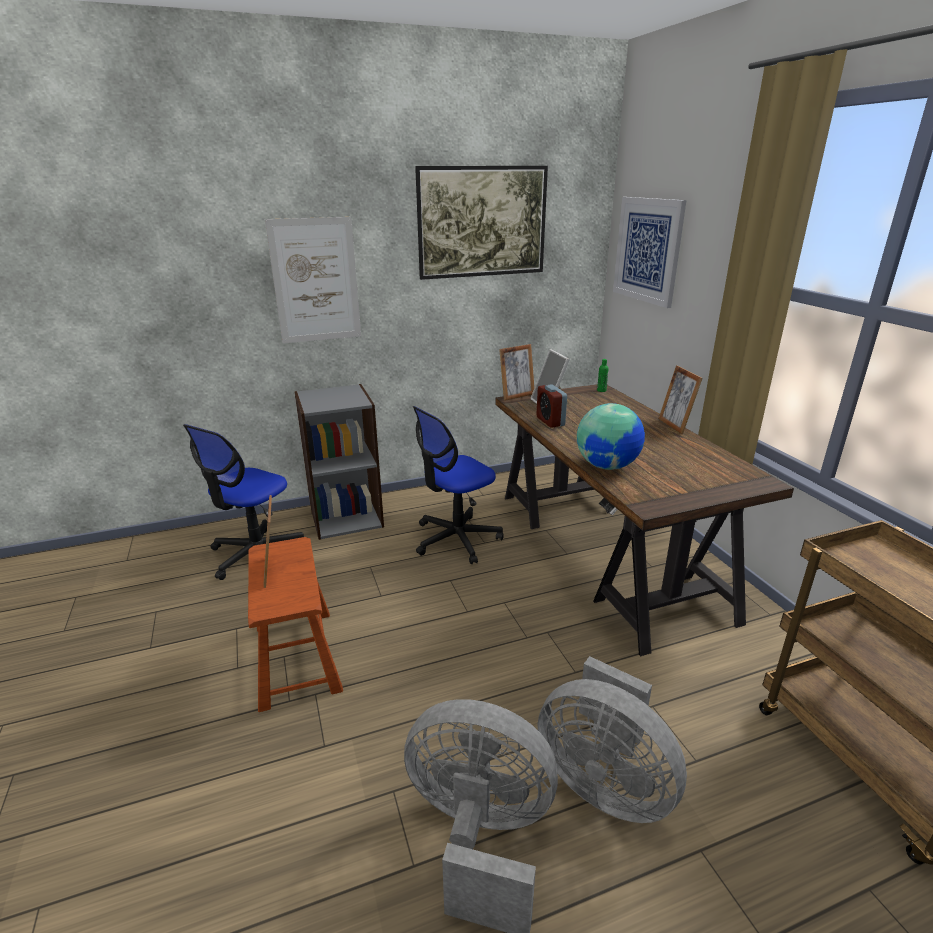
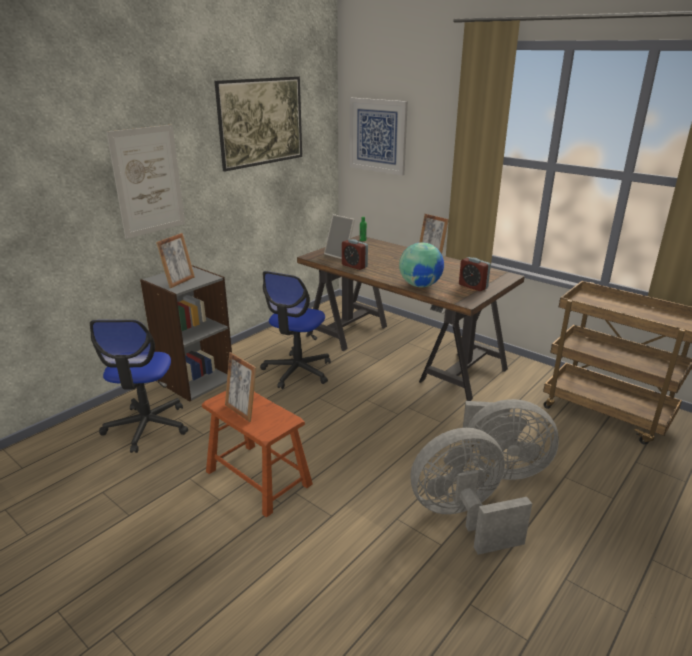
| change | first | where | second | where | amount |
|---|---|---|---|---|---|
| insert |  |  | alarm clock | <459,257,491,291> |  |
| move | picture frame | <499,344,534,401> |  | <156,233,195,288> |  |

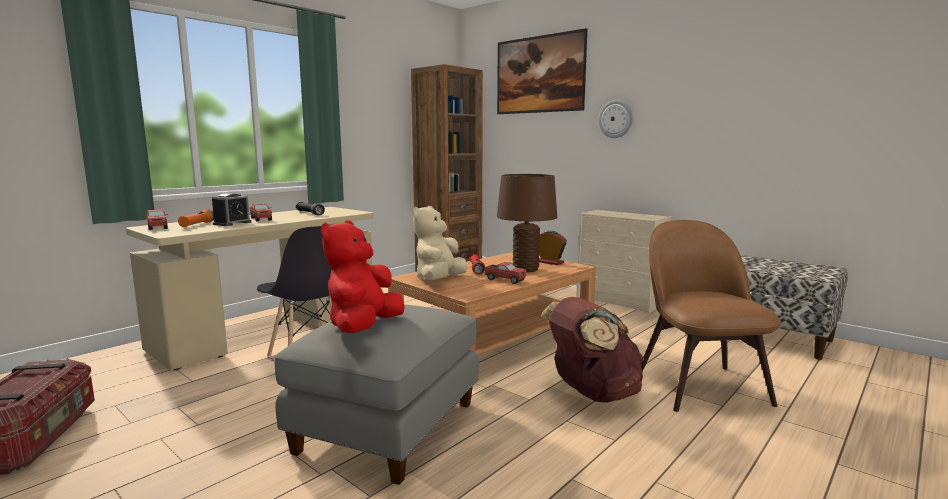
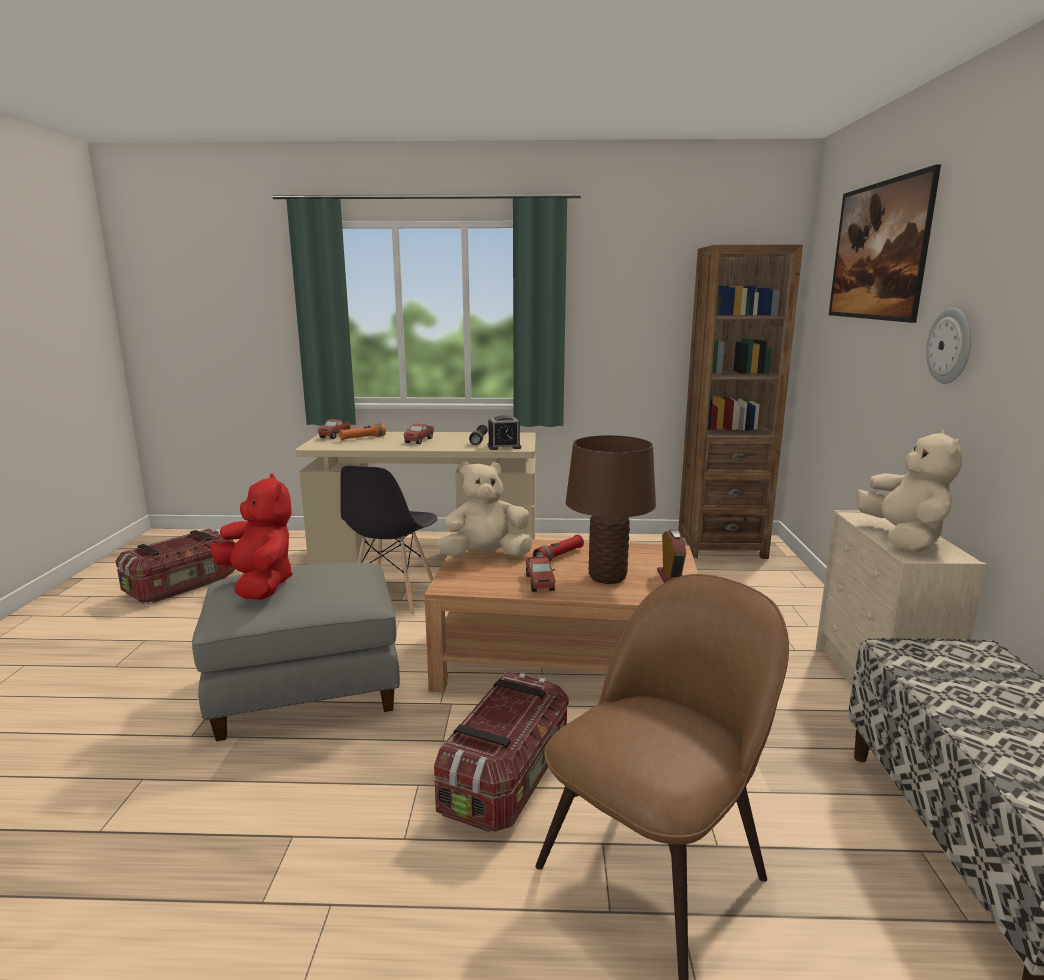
| change | first | where | second | where | amount |
|---|---|---|---|---|---|
| insert |  |  | beige plush toy | <856,430,962,552> |  |
| move | alarm clock | <212,193,251,226> |  | <487,415,521,450> |  |
| replace | brown backpack | <541,297,644,403> | storage box | <434,671,569,832> |  |
| rotate | red plush toy | <321,220,405,333> |  | <211,473,293,600> | 75 degrees clockwise |

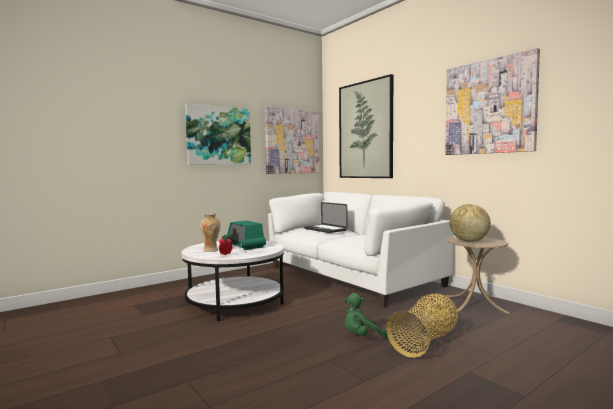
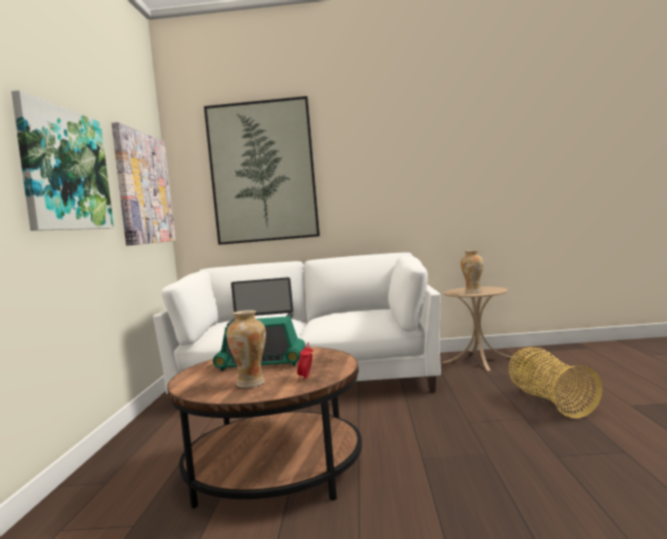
| change | first | where | second | where | amount |
|---|---|---|---|---|---|
| delete | green plush toy | <344,293,387,338> |  |  |  |
| delete | picture | <445,48,540,155> |  |  |  |
| replace | globe | <449,204,491,242> | vase | <461,250,484,293> |  |
| recolor | white coffee table | <181,241,285,321> | brown coffee table | <167,347,362,509> |  |

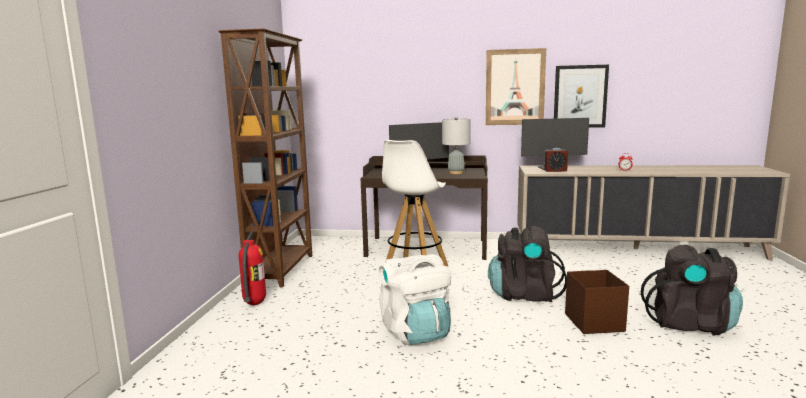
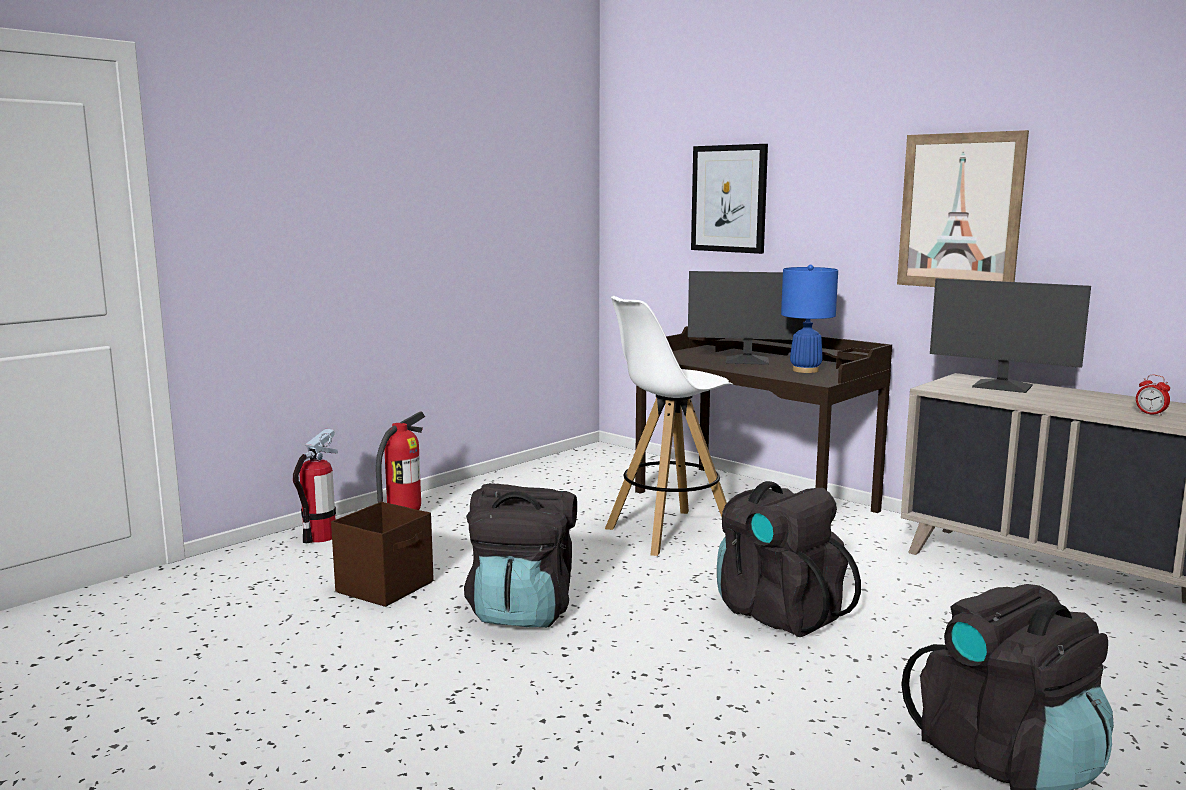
| change | first | where | second | where | amount |
|---|---|---|---|---|---|
| delete | brown bookcase | <219,28,312,287> |  |  |  |
| delete | alarm clock | <544,148,568,172> |  |  |  |
| insert |  |  | fire extinguisher | <293,429,338,544> |  |
| move | picture | <554,65,609,128> |  | <691,144,768,254> |  |
| move | brown storage box | <565,270,629,334> |  | <331,502,433,607> |  |
| recolor | white backpack | <379,254,451,345> | black backpack | <464,483,577,628> |  |
| recolor | grey table lamp | <442,117,471,174> | blue table lamp | <781,265,838,373> |  |

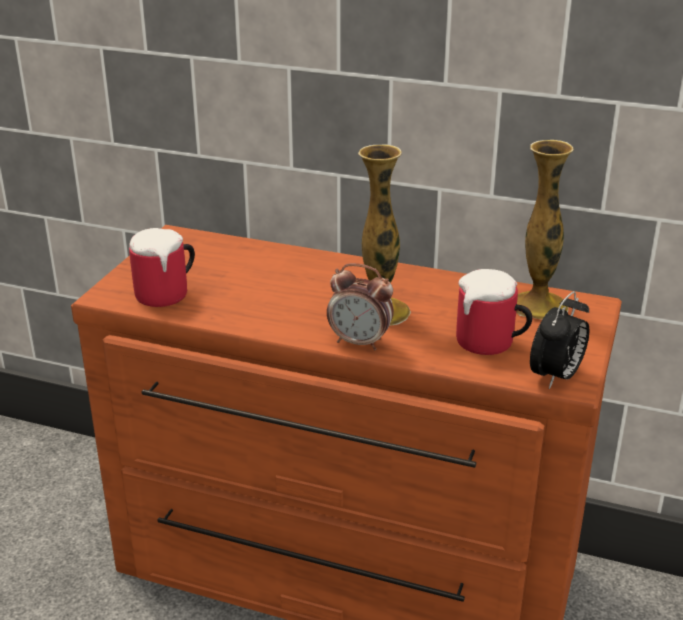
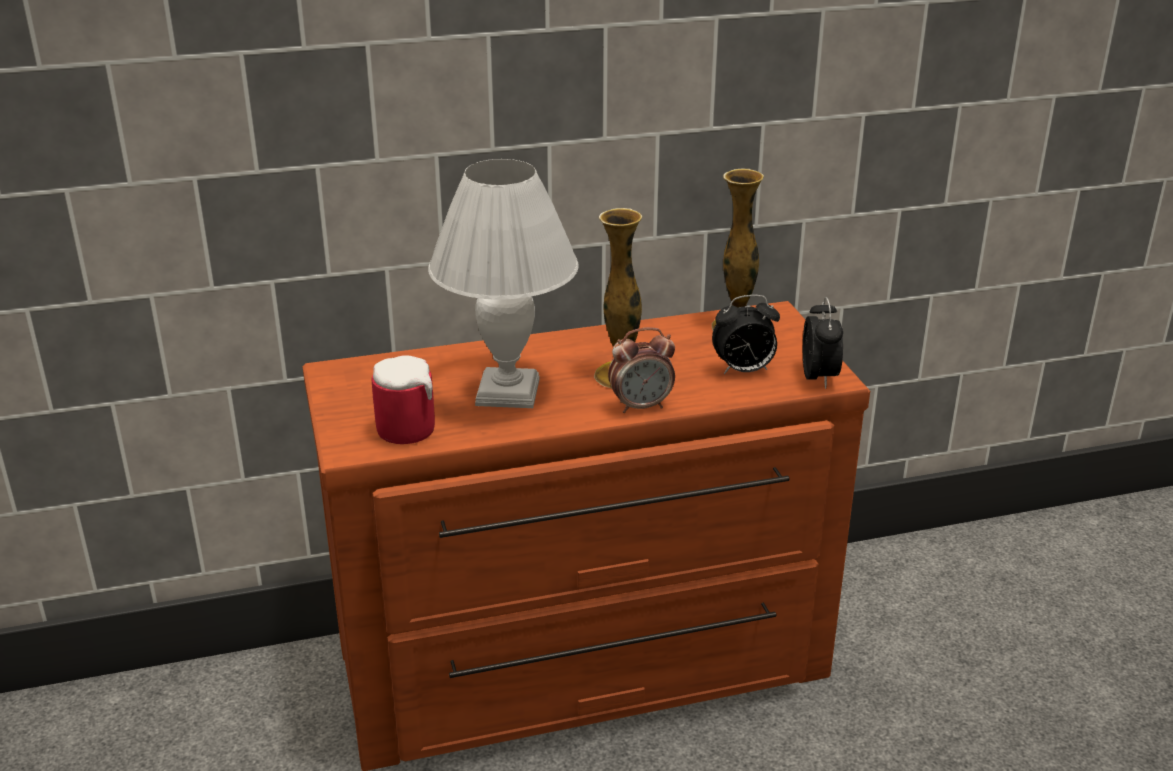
| change | first | where | second | where | amount |
|---|---|---|---|---|---|
| insert |  |  | white table lamp | <428,159,579,408> |  |
| replace | mug | <456,269,532,355> | alarm clock | <712,295,780,374> |  |

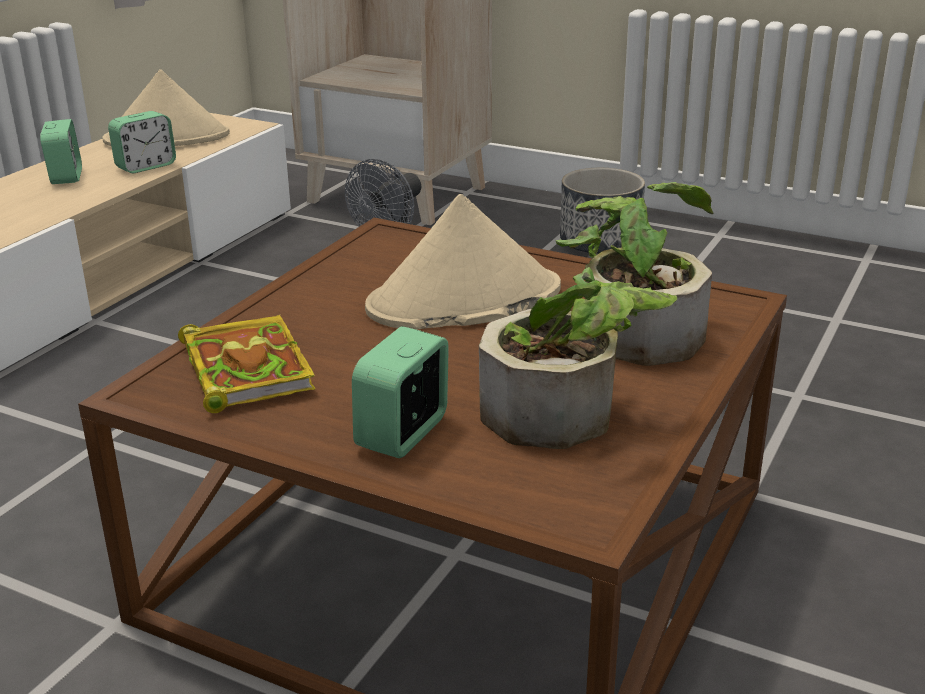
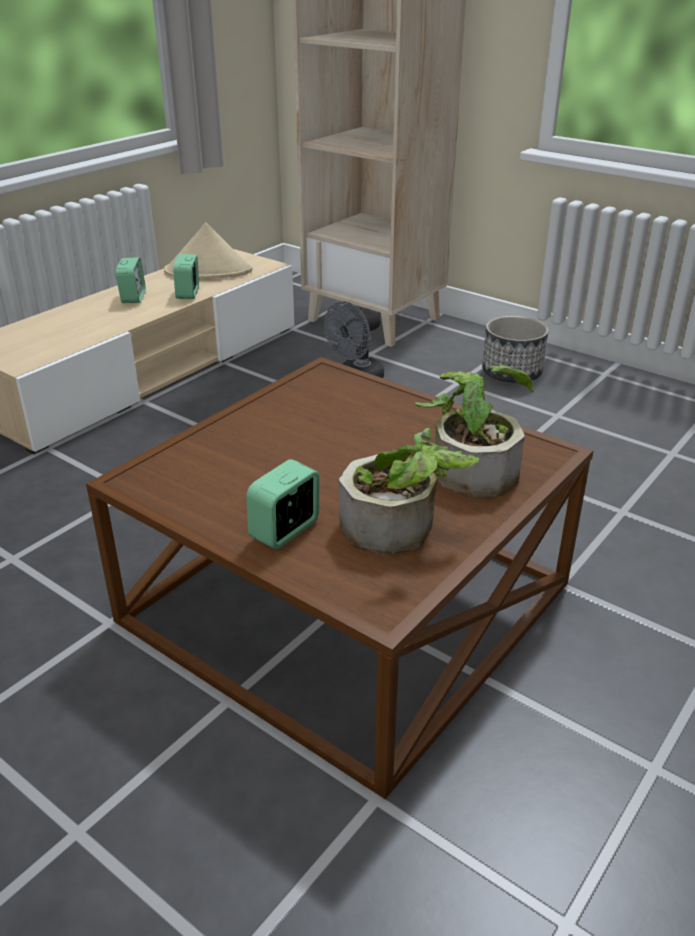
| change | first | where | second | where | amount |
|---|---|---|---|---|---|
| delete | book | <178,315,315,413> |  |  |  |
| delete | beige hat | <365,194,561,329> |  |  |  |
| rotate | alarm clock | <108,111,176,173> |  | <173,254,199,299> | 120 degrees clockwise |

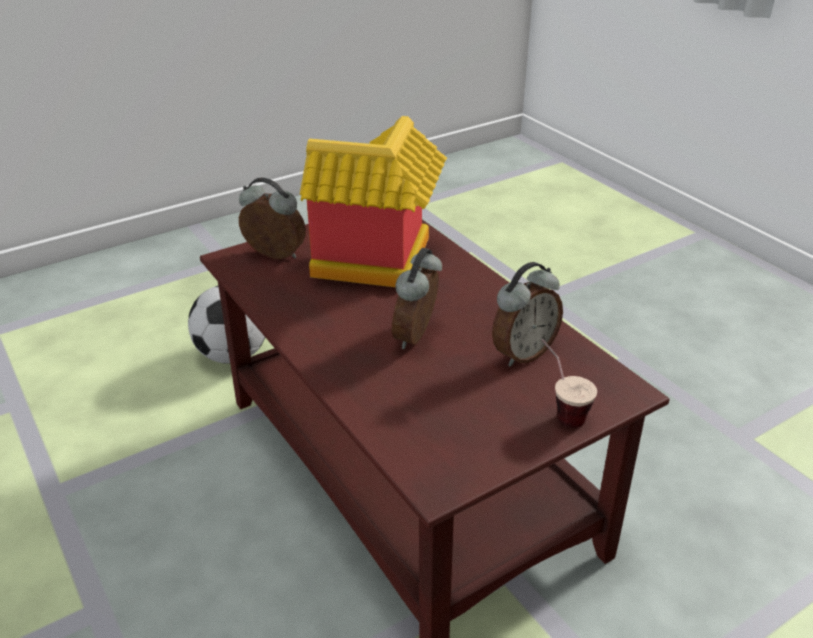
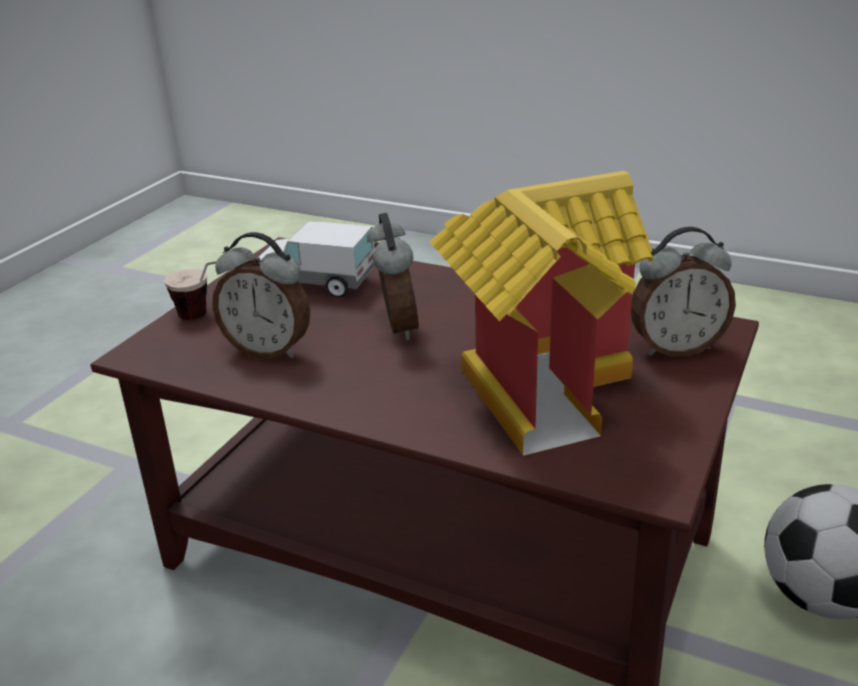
| change | first | where | second | where | amount |
|---|---|---|---|---|---|
| insert |  |  | toy truck | <259,221,374,298> |  |
| rotate | alarm clock | <492,262,563,367> |  | <212,232,310,359> | 90 degrees counterclockwise |

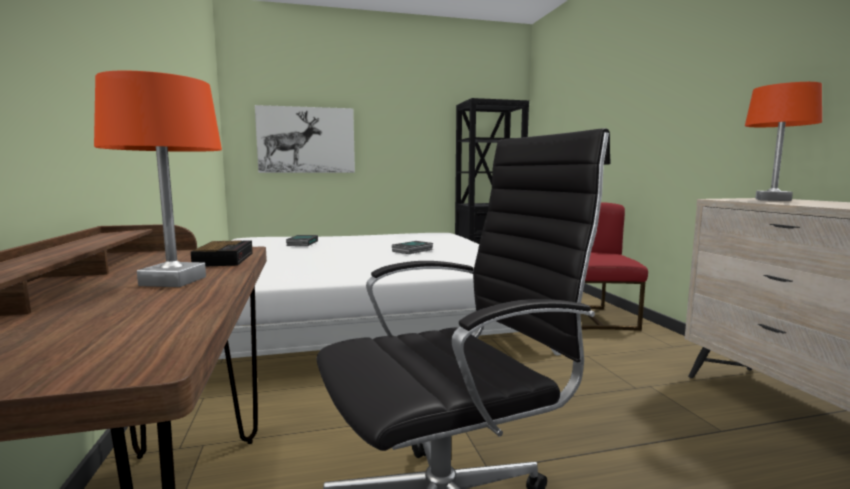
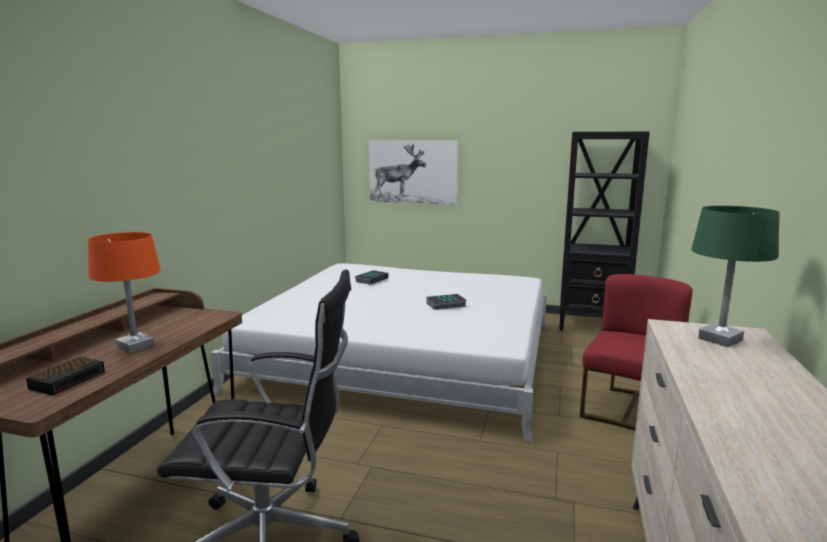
| change | first | where | second | where | amount |
|---|---|---|---|---|---|
| move | alarm clock | <191,240,253,267> |  | <26,357,105,395> |  |
| recolor | orange table lamp | <745,82,822,201> | green table lamp | <692,206,780,347> |  |

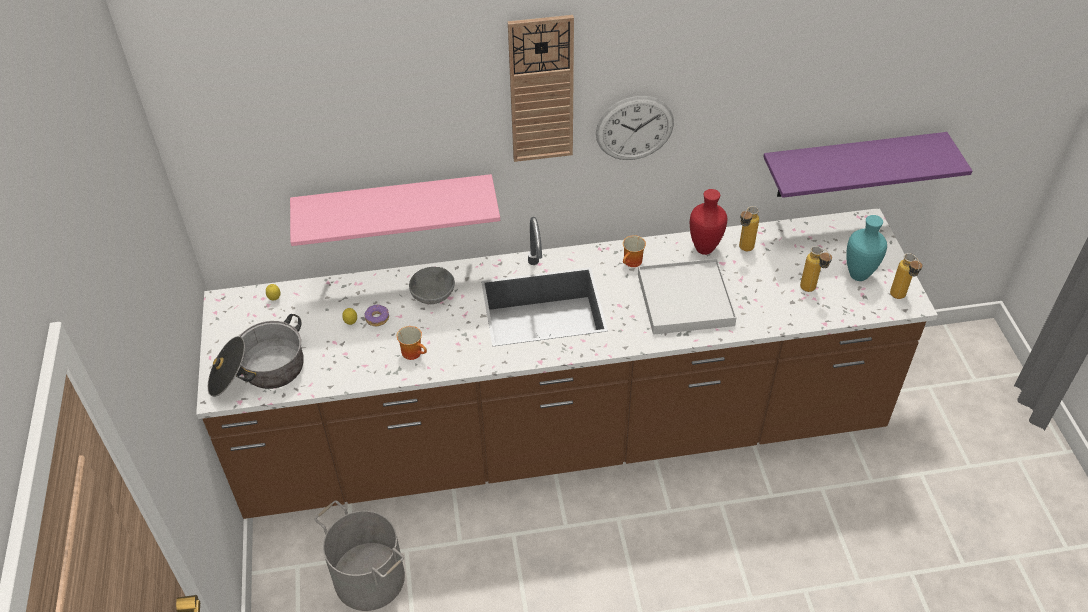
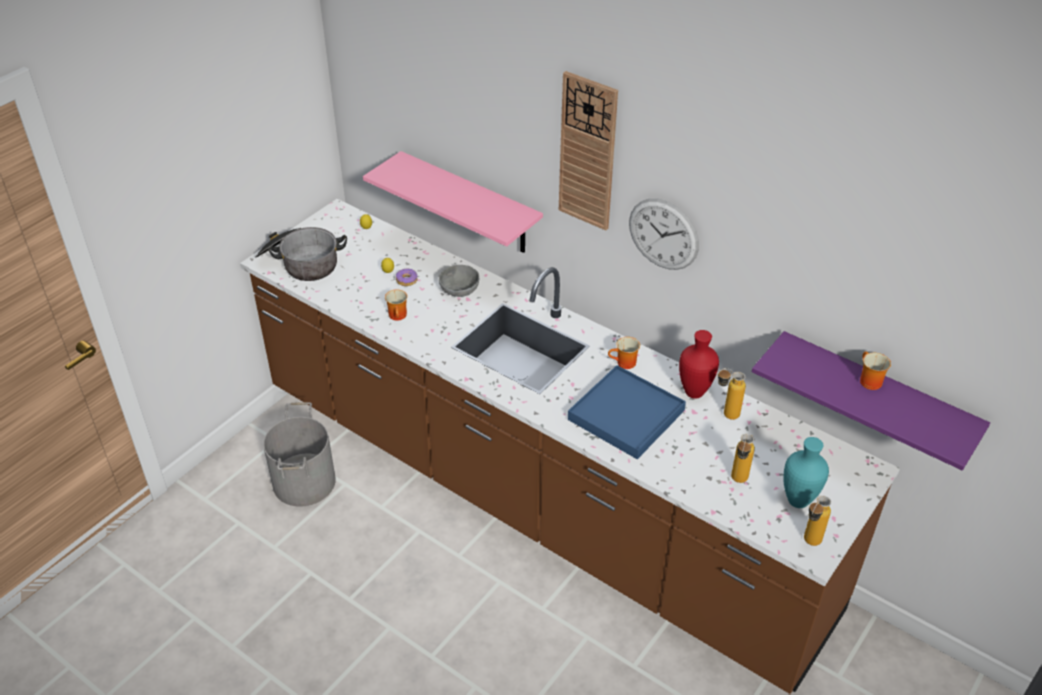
| change | first | where | second | where | amount |
|---|---|---|---|---|---|
| insert |  |  | mug | <860,351,891,390> |  |
| recolor | white tray | <638,258,737,335> | blue tray | <568,365,686,459> |  |

